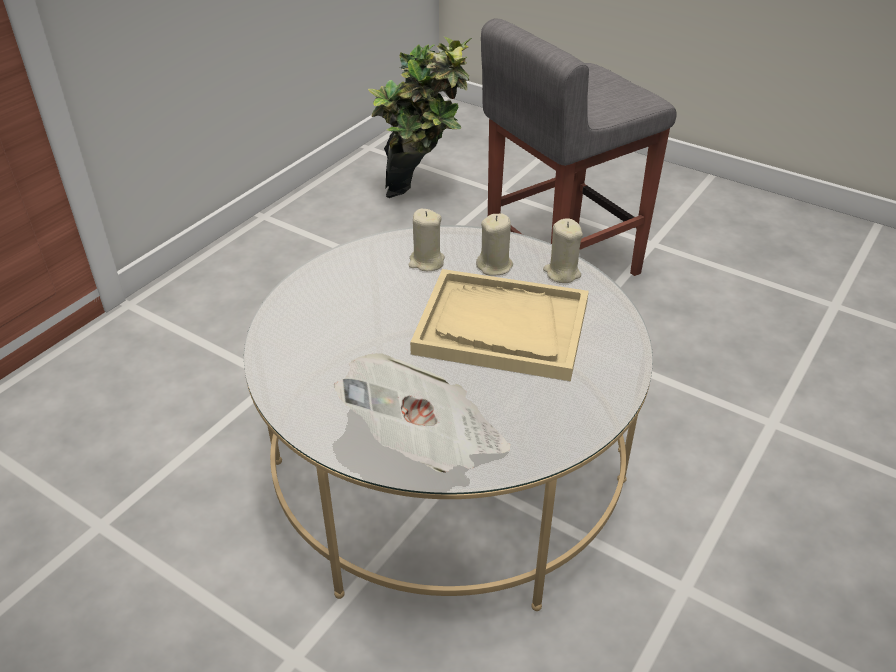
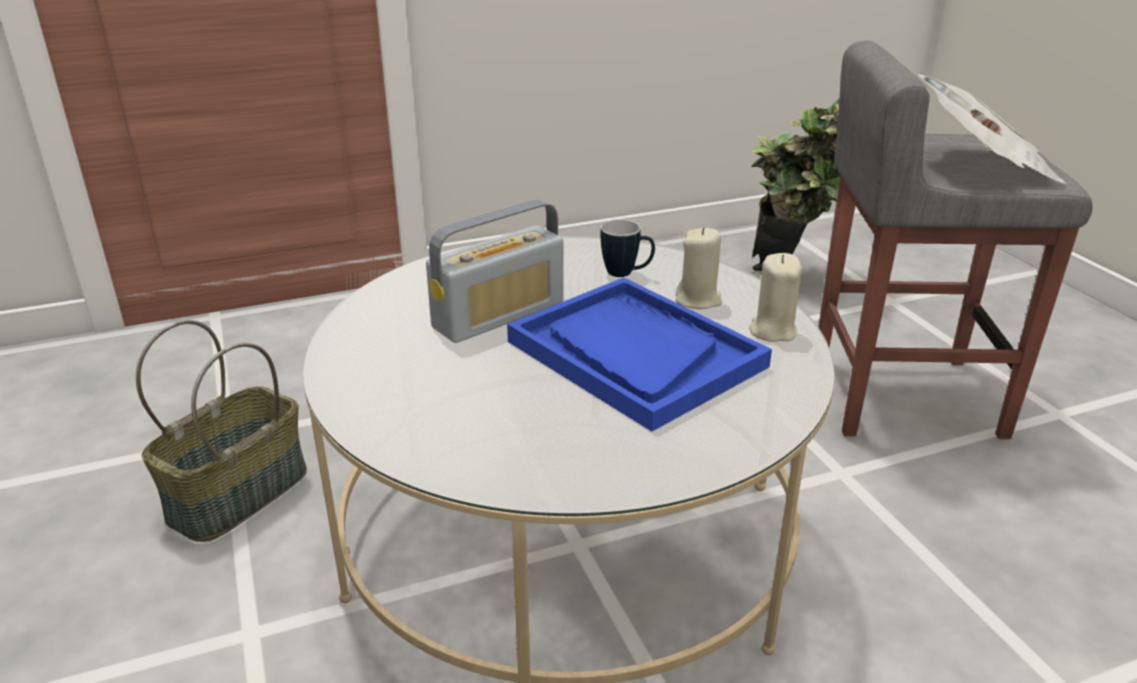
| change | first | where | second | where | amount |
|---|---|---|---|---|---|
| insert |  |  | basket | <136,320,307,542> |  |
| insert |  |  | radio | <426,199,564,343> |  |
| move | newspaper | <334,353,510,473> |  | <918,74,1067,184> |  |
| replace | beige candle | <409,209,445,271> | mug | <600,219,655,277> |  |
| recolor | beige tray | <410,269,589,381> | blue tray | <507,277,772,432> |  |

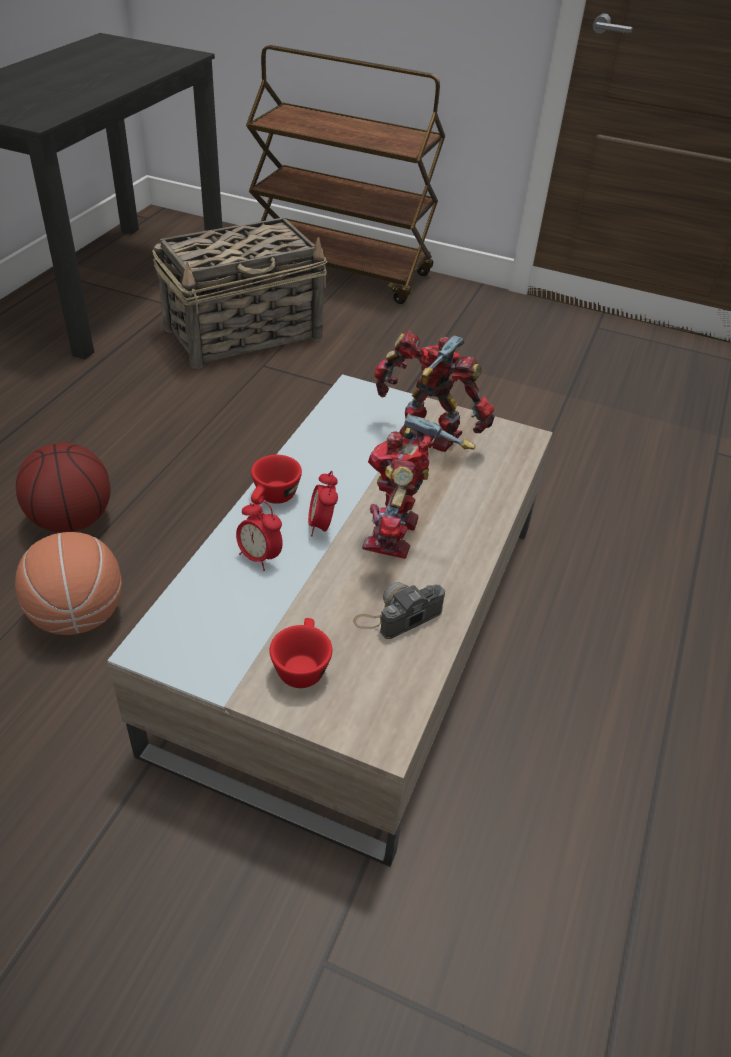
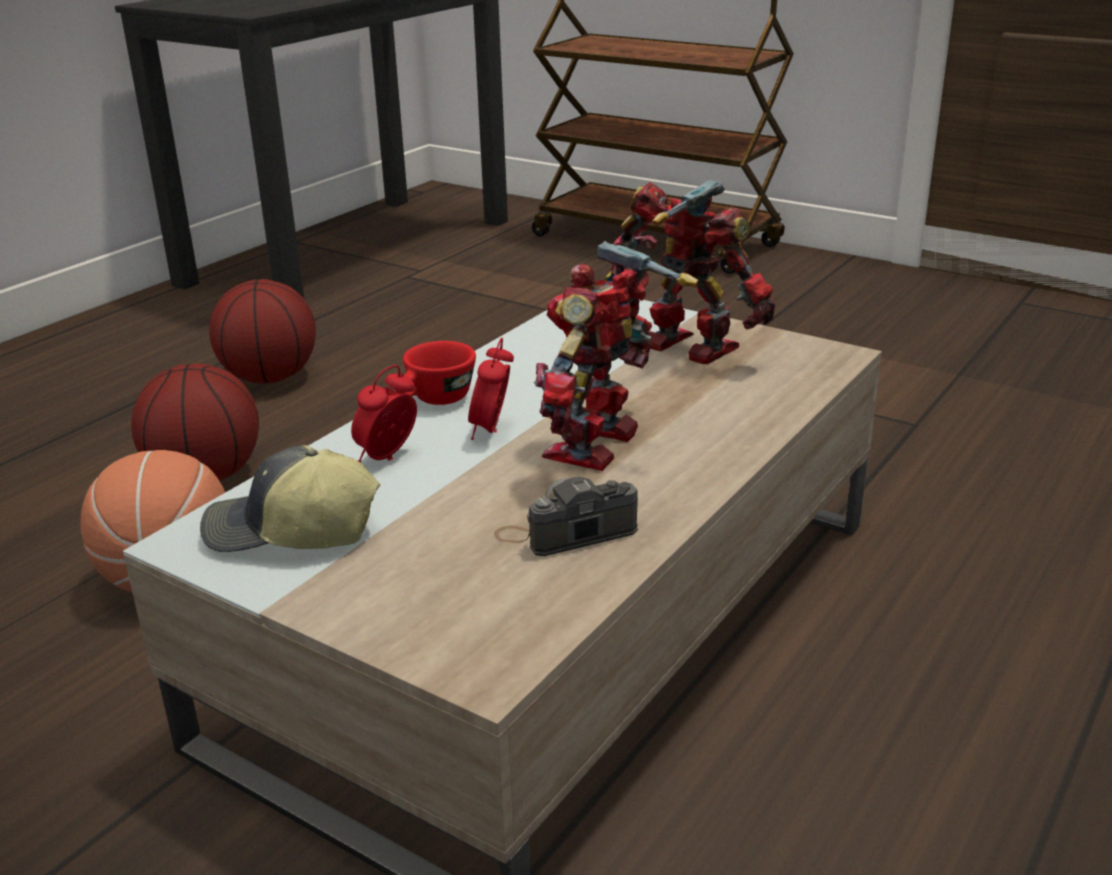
| change | first | where | second | where | amount |
|---|---|---|---|---|---|
| delete | basket | <152,217,327,369> |  |  |  |
| delete | red cup | <270,618,332,688> |  |  |  |
| insert |  |  | cap | <200,445,380,552> |  |
| insert |  |  | basketball | <209,279,316,384> |  |
| rotate | alarm clock | <236,499,283,571> |  | <351,365,417,463> | 75 degrees clockwise |

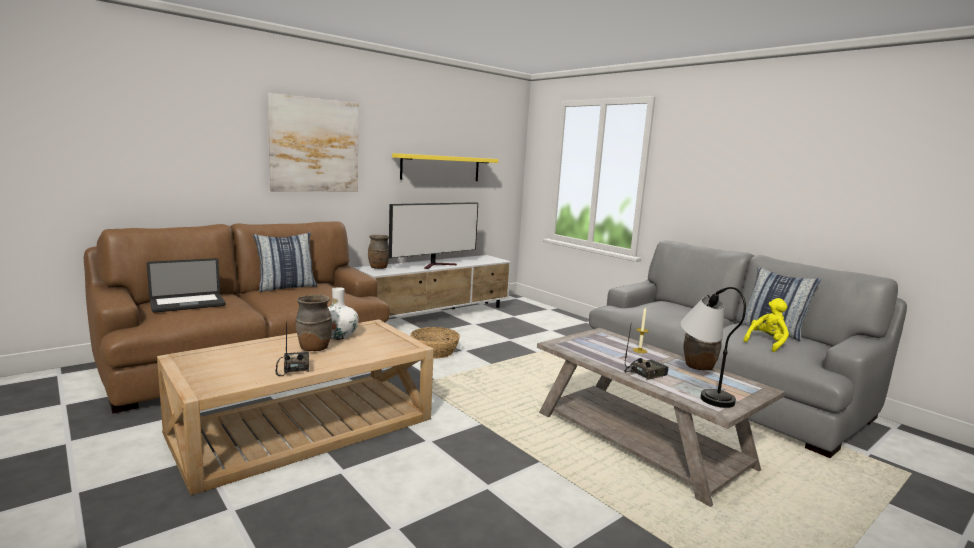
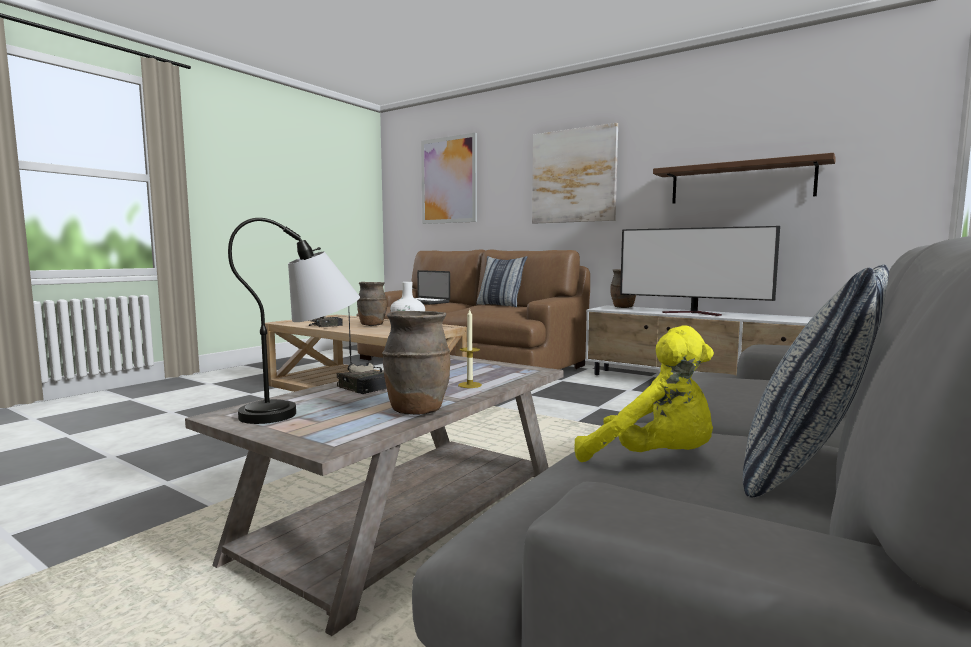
| change | first | where | second | where | amount |
|---|---|---|---|---|---|
| delete | basket | <410,327,460,359> |  |  |  |
| insert |  |  | picture | <421,133,477,224> |  |
| recolor | yellow shelf | <392,153,498,181> | brown shelf | <653,153,836,204> |  |

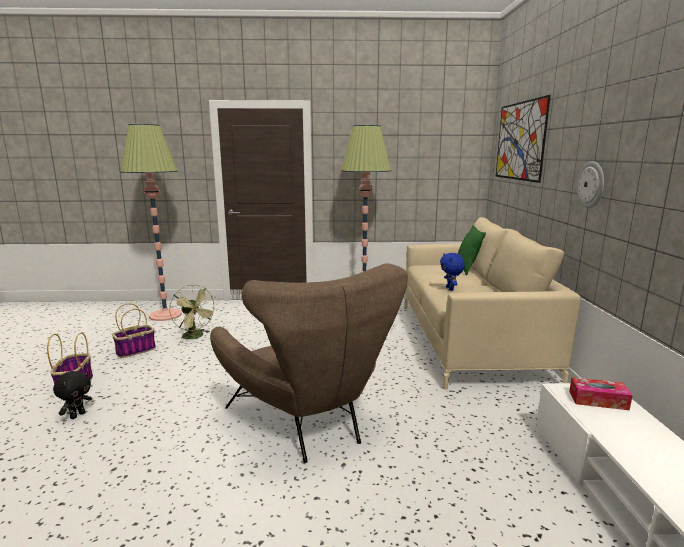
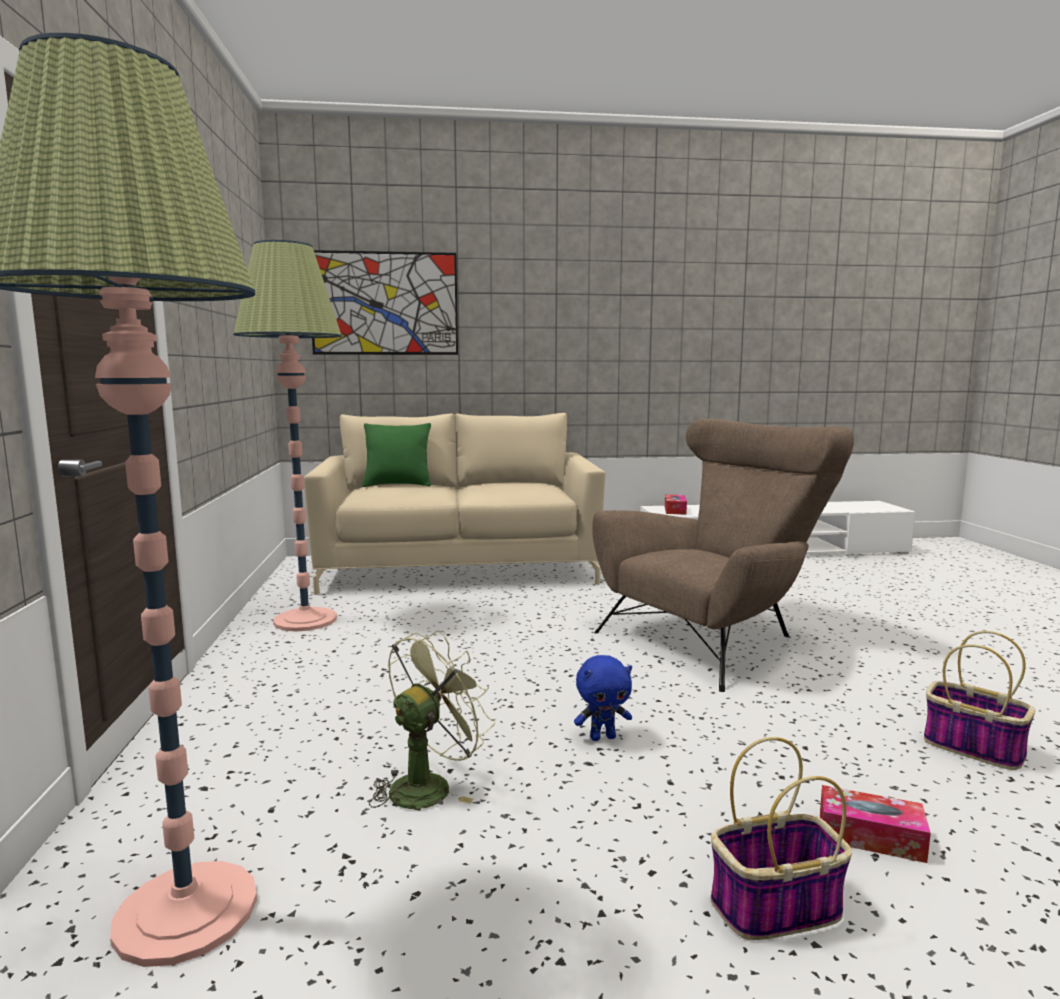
| change | first | where | second | where | amount |
|---|---|---|---|---|---|
| delete | wall clock | <577,161,604,208> |  |  |  |
| move | basket | <112,303,156,358> |  | <924,631,1035,770> |  |
| move | blue plush toy | <440,253,465,291> |  | <574,655,632,741> |  |
| replace | black plush toy | <53,371,92,419> | tissue box | <820,785,931,863> |  |

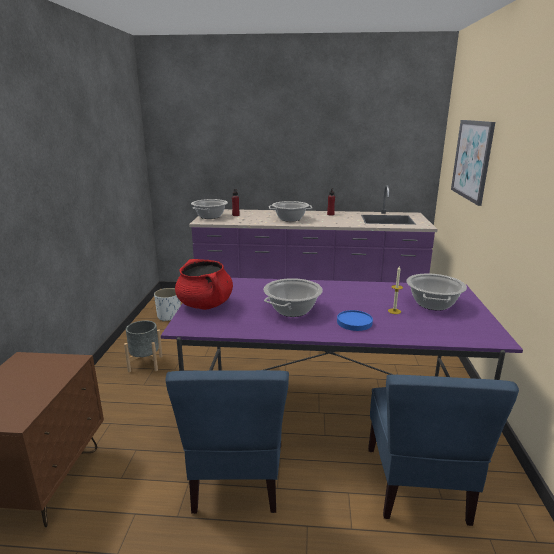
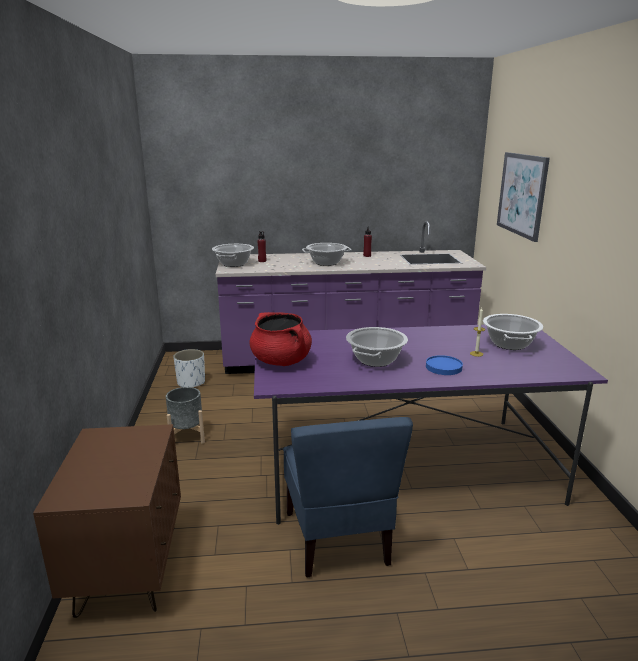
| change | first | where | second | where | amount |
|---|---|---|---|---|---|
| delete | blue chair | <368,375,519,526> |  |  |  |

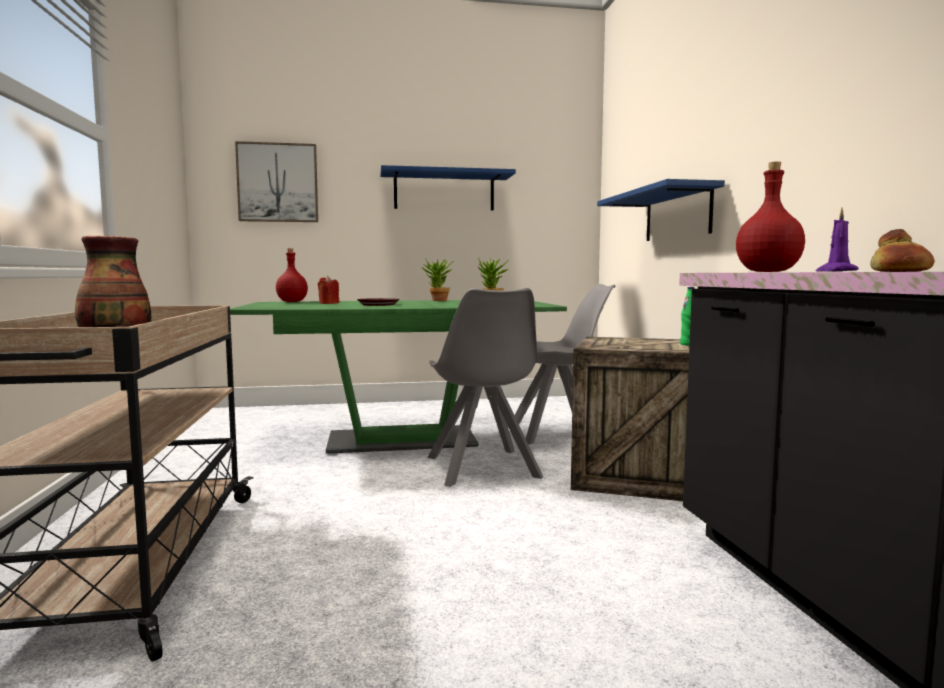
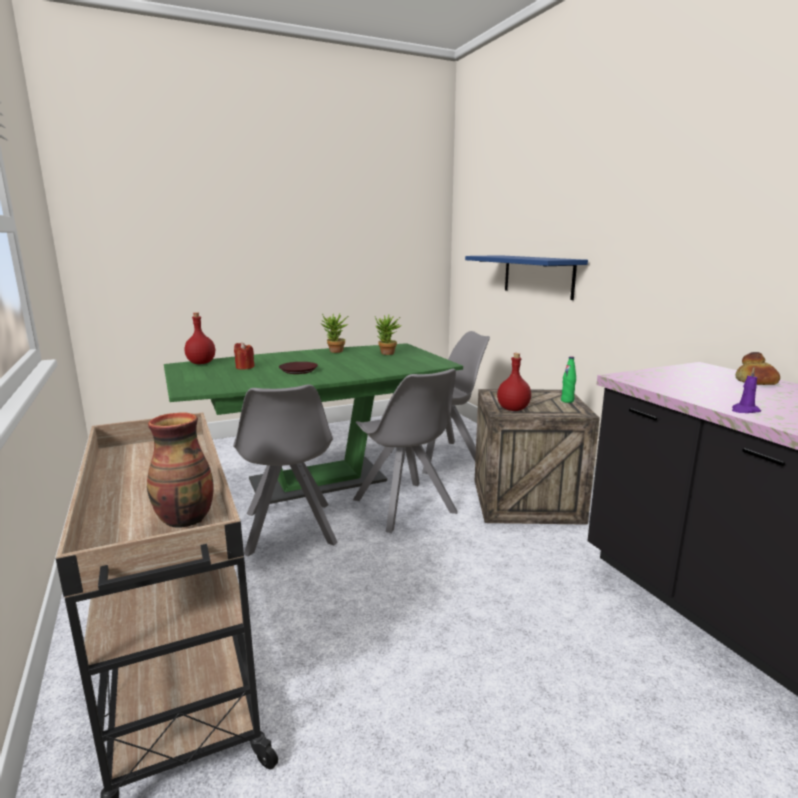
| change | first | where | second | where | amount |
|---|---|---|---|---|---|
| delete | picture | <235,141,318,222> |  |  |  |
| delete | blue shelf | <380,165,516,210> |  |  |  |
| insert |  |  | grey chair | <233,384,338,556> |  |
| move | red bottle | <736,161,805,272> |  | <497,353,531,411> |  |

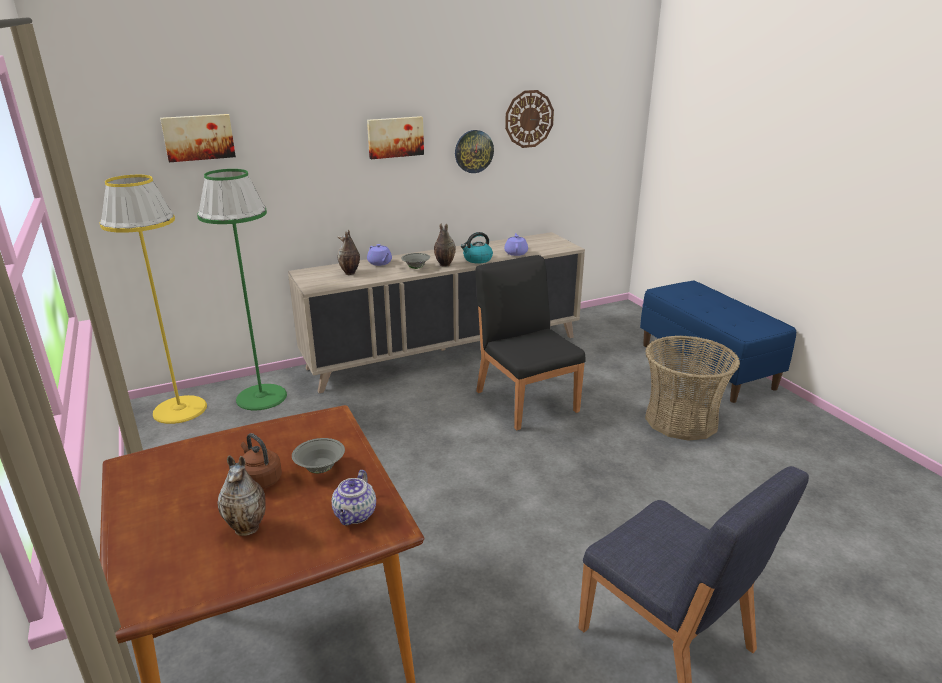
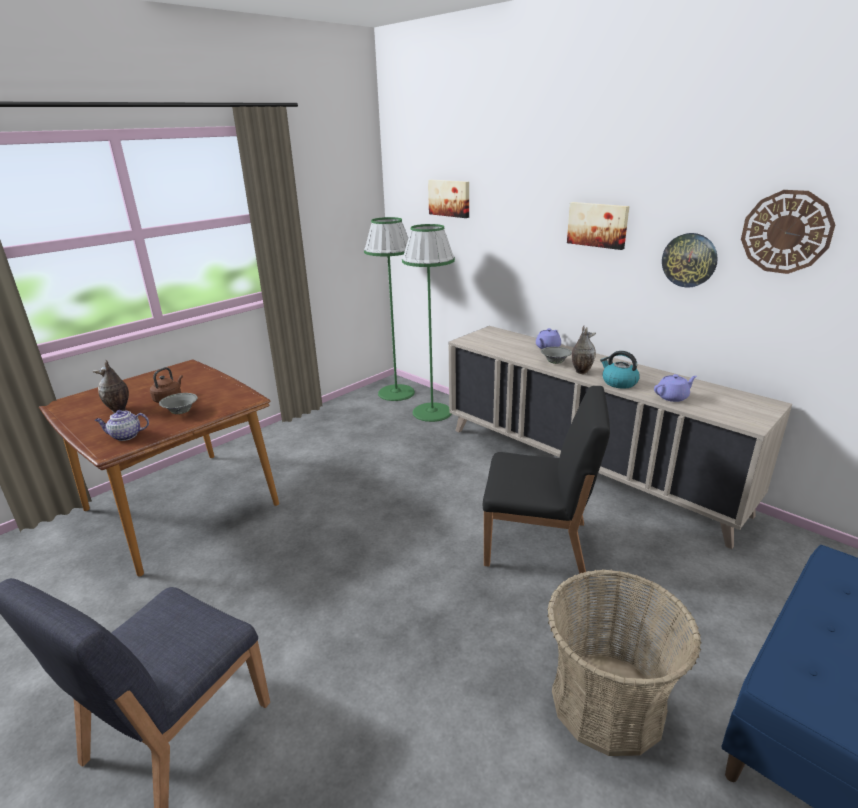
| change | first | where | second | where | amount |
|---|---|---|---|---|---|
| delete | vase | <337,230,360,275> |  |  |  |
| recolor | yellow floor lamp | <100,175,207,424> | green floor lamp | <364,217,415,401> |  |
| rotate | black chair | <476,255,586,430> |  | <483,386,610,579> | 60 degrees clockwise |

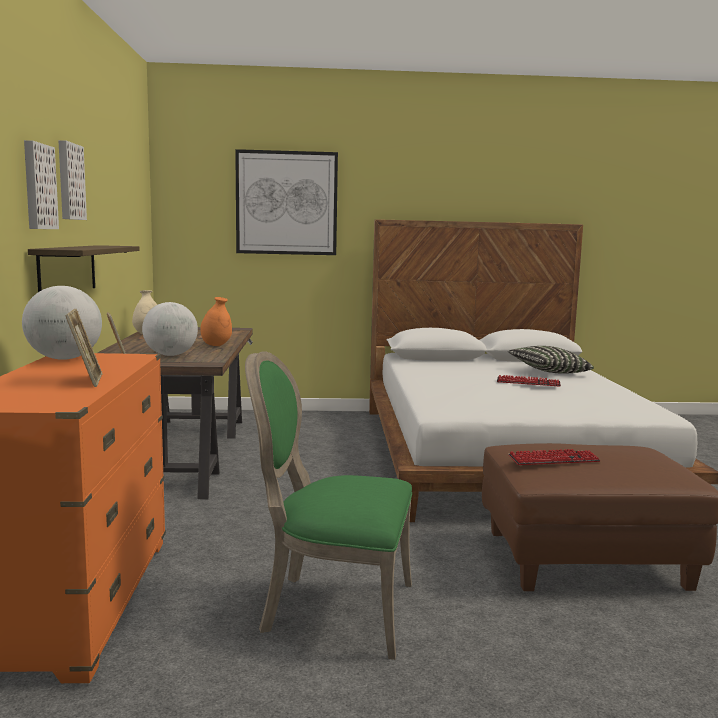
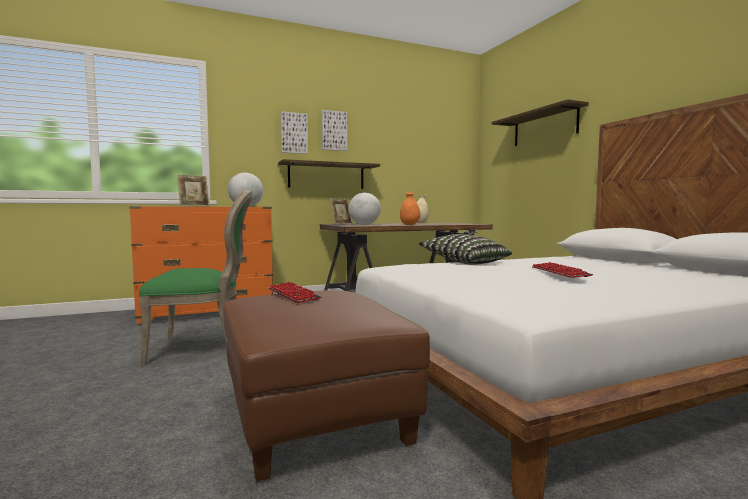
| change | first | where | second | where | amount |
|---|---|---|---|---|---|
| move | pillow | <508,346,594,374> |  | <419,234,512,265> |  |
| replace | picture | <235,149,338,255> | shelf | <492,99,589,146> |  |
| rotate | green chair | <245,351,412,660> |  | <139,189,253,366> | 90 degrees clockwise |

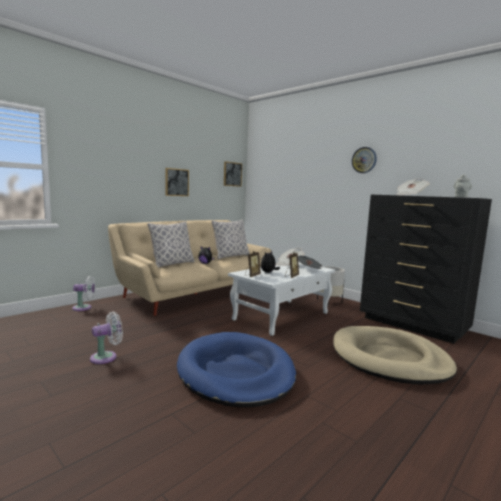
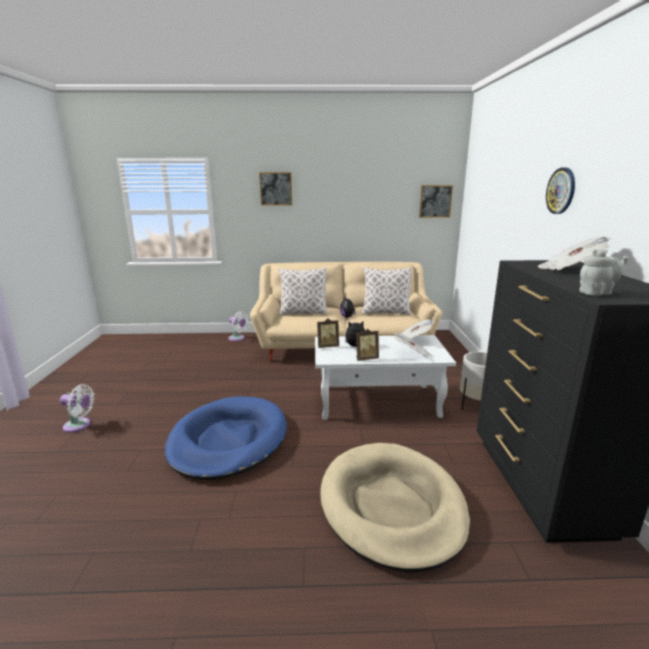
| change | first | where | second | where | amount |
|---|---|---|---|---|---|
| move | white fan | <90,312,123,364> |  | <60,384,95,433> |  |
| move | picture | <165,168,189,196> |  | <259,172,292,206> |  |

